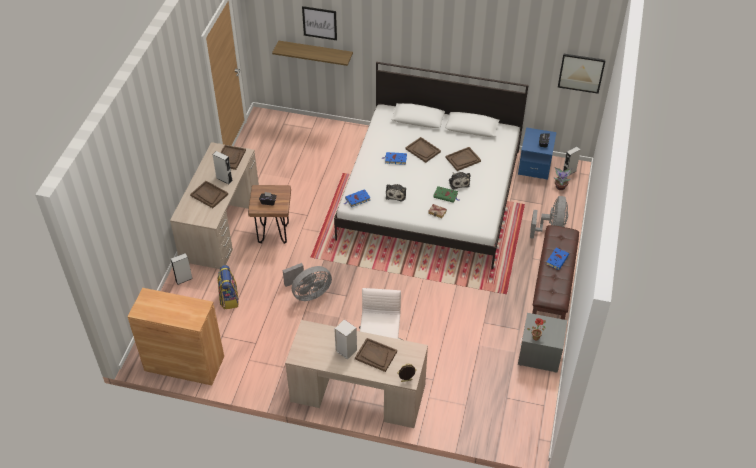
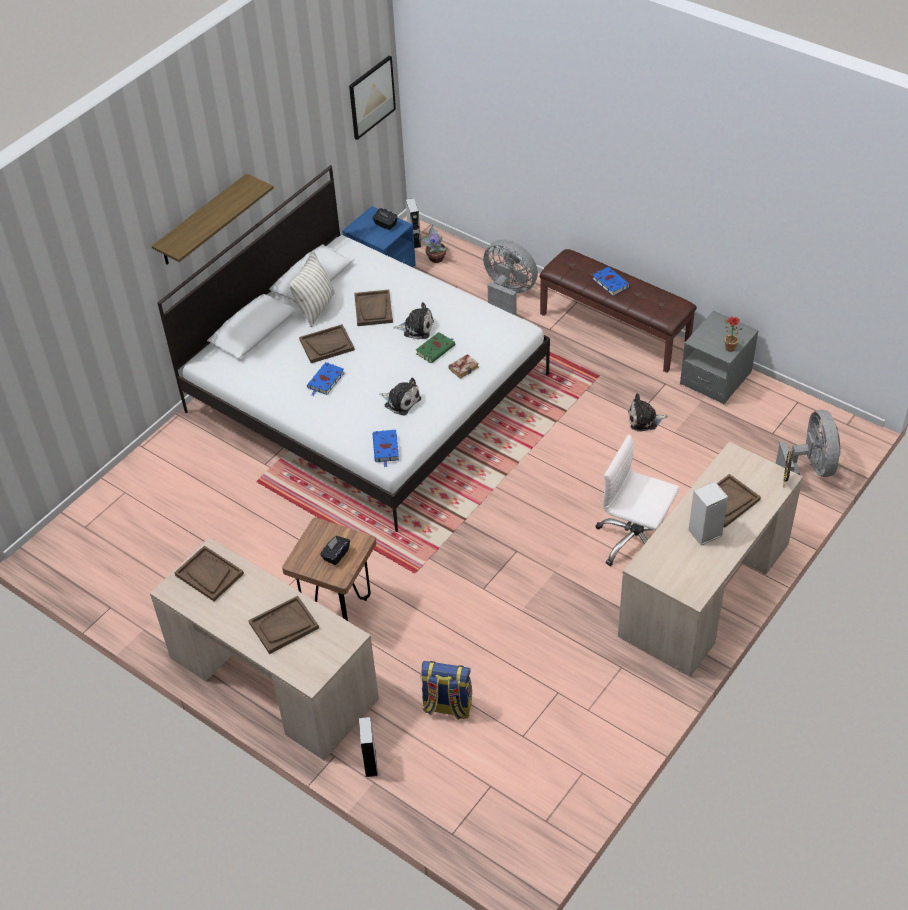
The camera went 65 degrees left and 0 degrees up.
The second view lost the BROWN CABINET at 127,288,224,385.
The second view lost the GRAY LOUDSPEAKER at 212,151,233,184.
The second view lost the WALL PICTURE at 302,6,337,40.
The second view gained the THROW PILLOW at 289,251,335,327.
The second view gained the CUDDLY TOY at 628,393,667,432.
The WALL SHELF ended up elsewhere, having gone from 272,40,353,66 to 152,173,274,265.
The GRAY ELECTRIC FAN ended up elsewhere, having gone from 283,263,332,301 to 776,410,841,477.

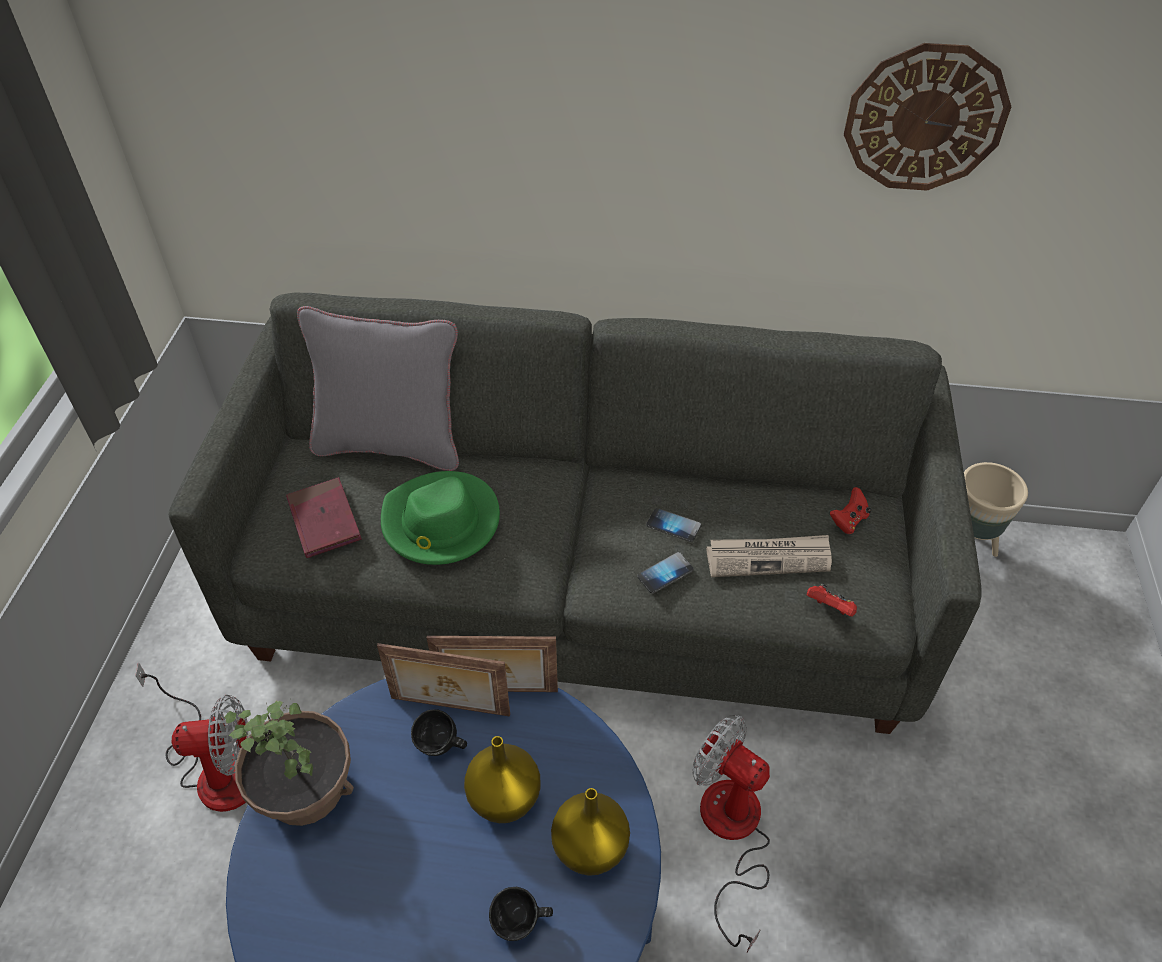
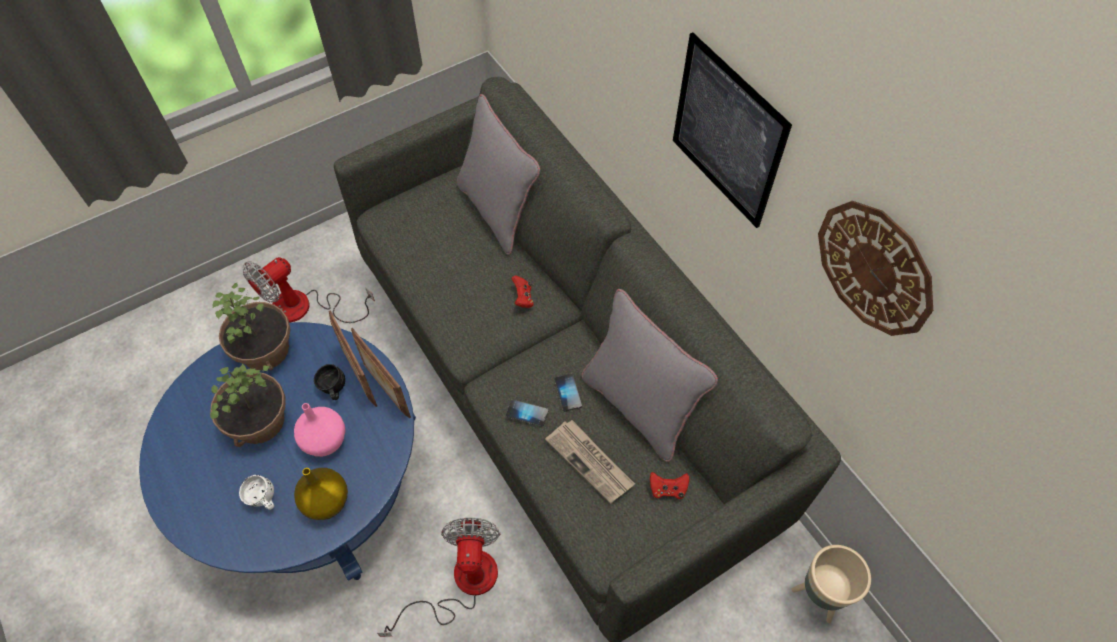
The camera went 50 degrees right and 10 degrees up.
The second view lost the RED BOOK at 286,477,362,558.
The second view lost the GREEN CLOTHING HAT at 381,471,500,565.
The second view gained the HOUSEPLANT at 210,363,286,447.
The second view gained the GRAY THROW PILLOW at 581,289,718,462.
The second view gained the WALL PICTURE at 673,33,792,228.
The RED GAME CONTROLLER ended up elsewhere, having gone from 807,584,857,617 to 511,275,534,308.
What was the YELLOW-COLOURED DECORATIVE VASE at 464,736,541,823 turned into the PINKISH DECORATIVE VASE at 294,403,345,457.
What was the BLACK TEA MUG at 489,887,553,941 turned into the WHITISH TEA MUG at 239,475,274,510.
The ELECTRIC FAN at 135,662,248,812 ended up facing another way, 90 degrees clockwise from before.

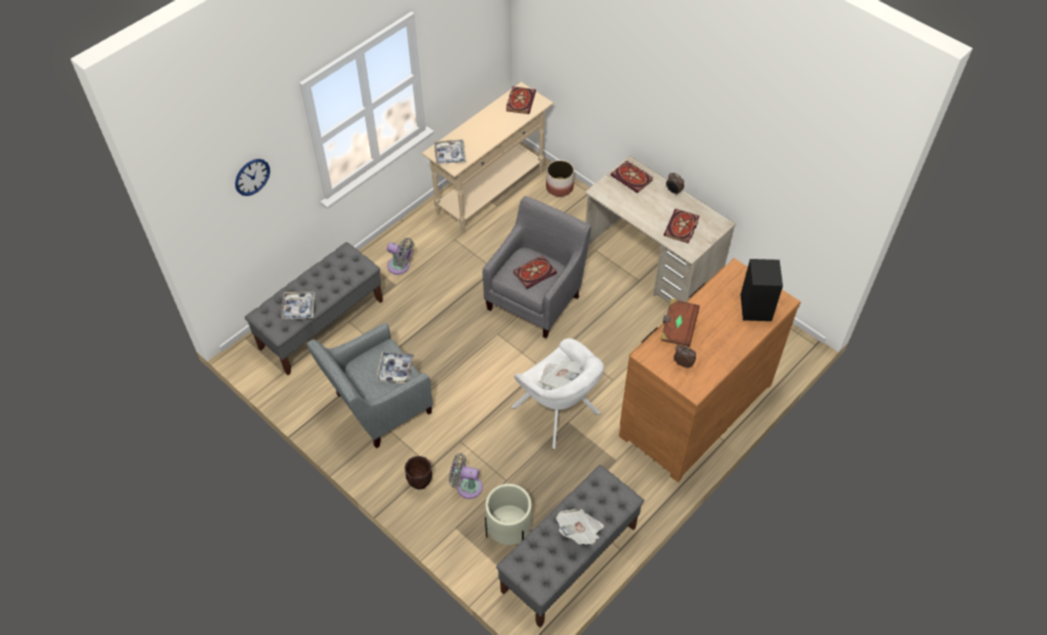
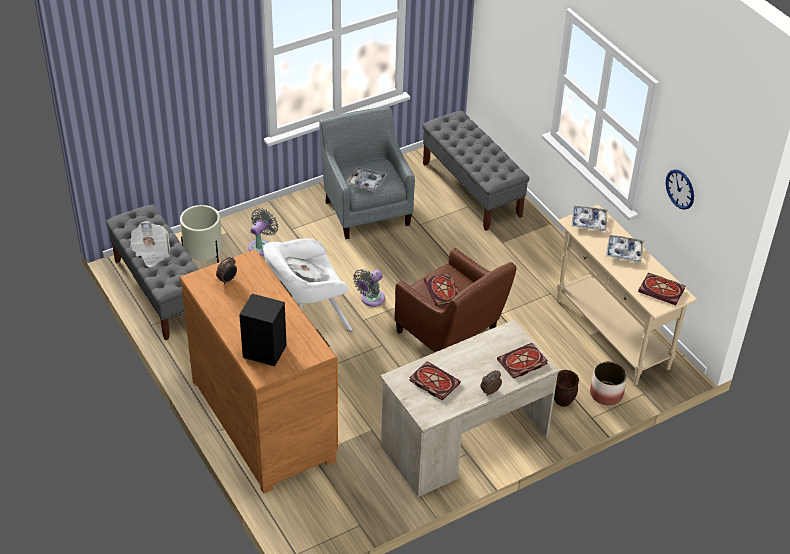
The camera went 105 degrees right and 10 degrees down.
The second view lost the BROWN BOOK at 661,298,700,347.
The CLOCK ON THE WALL ended up elsewhere, having gone from 235,159,270,196 to 666,169,694,210.
The TRAY ended up elsewhere, having gone from 281,292,315,319 to 606,235,645,263.
The GRAY ELECTRIC FAN ended up elsewhere, having gone from 387,238,414,275 to 353,269,385,307.
The BROWN PLANT POT ended up elsewhere, having gone from 405,456,432,490 to 554,370,579,407.
What was the GRAY ARMCHAIR at 482,196,591,338 turned into the BROWN ARMCHAIR at 394,248,517,352.

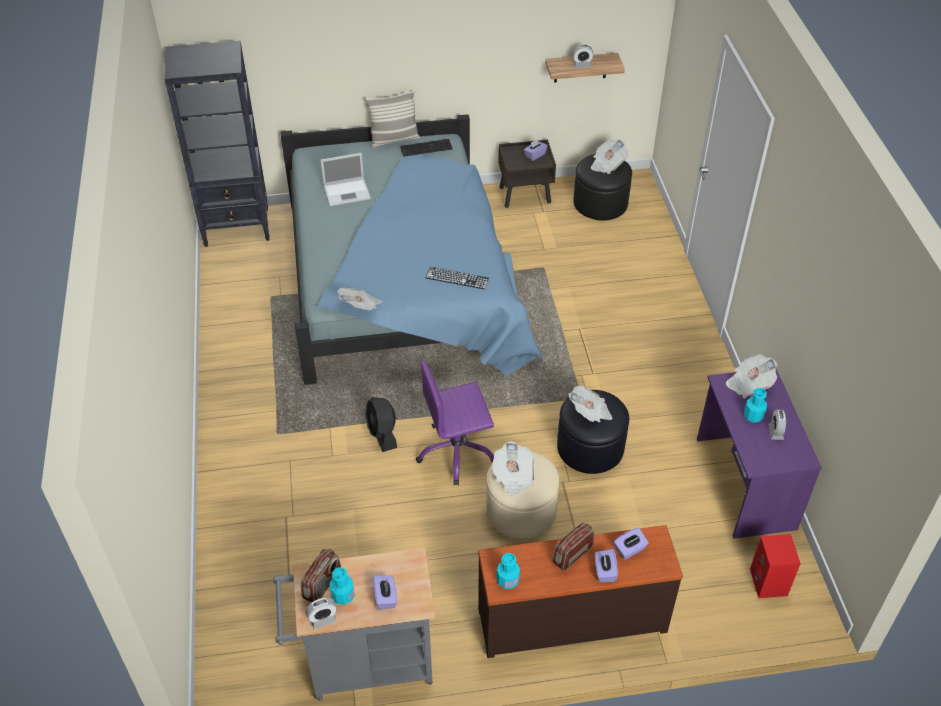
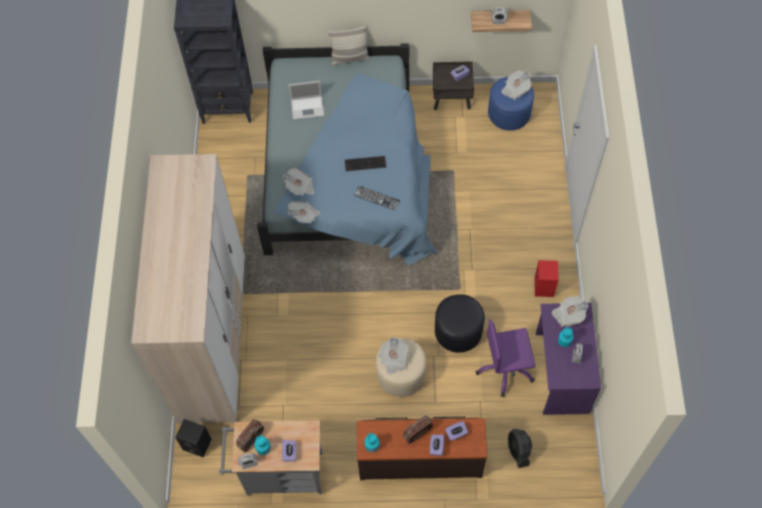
The camera went 10 degrees right and 15 degrees up.
The second view gained the WARDROBE at 131,154,245,424.
The second view gained the BLACK LOUDSPEAKER at 175,419,212,457.
The BLACK ELECTRIC FAN ended up elsewhere, having gone from 365,397,397,452 to 508,429,532,468.
The PC KEYBOARD ended up elsewhere, having gone from 400,139,453,157 to 345,156,386,171.
The PURPLE COMPUTER CHAIR ended up elsewhere, having gone from 416,361,494,485 to 475,319,536,397.
The NEWSPAPER ended up elsewhere, having gone from 569,386,613,422 to 283,168,314,196.
The RED LOUDSPEAKER ended up elsewhere, having gone from 750,534,801,598 to 535,260,559,297.
What was the BLACK FOOTREST at 574,154,632,221 turned into the BLUE FOOTREST at 488,77,534,131.

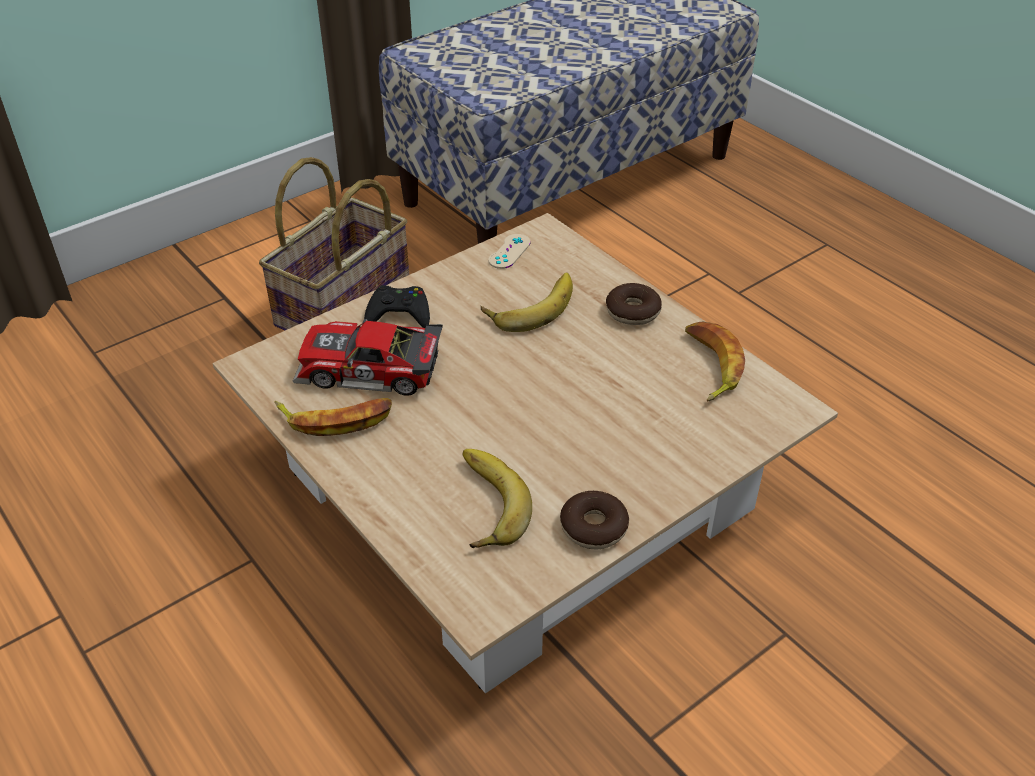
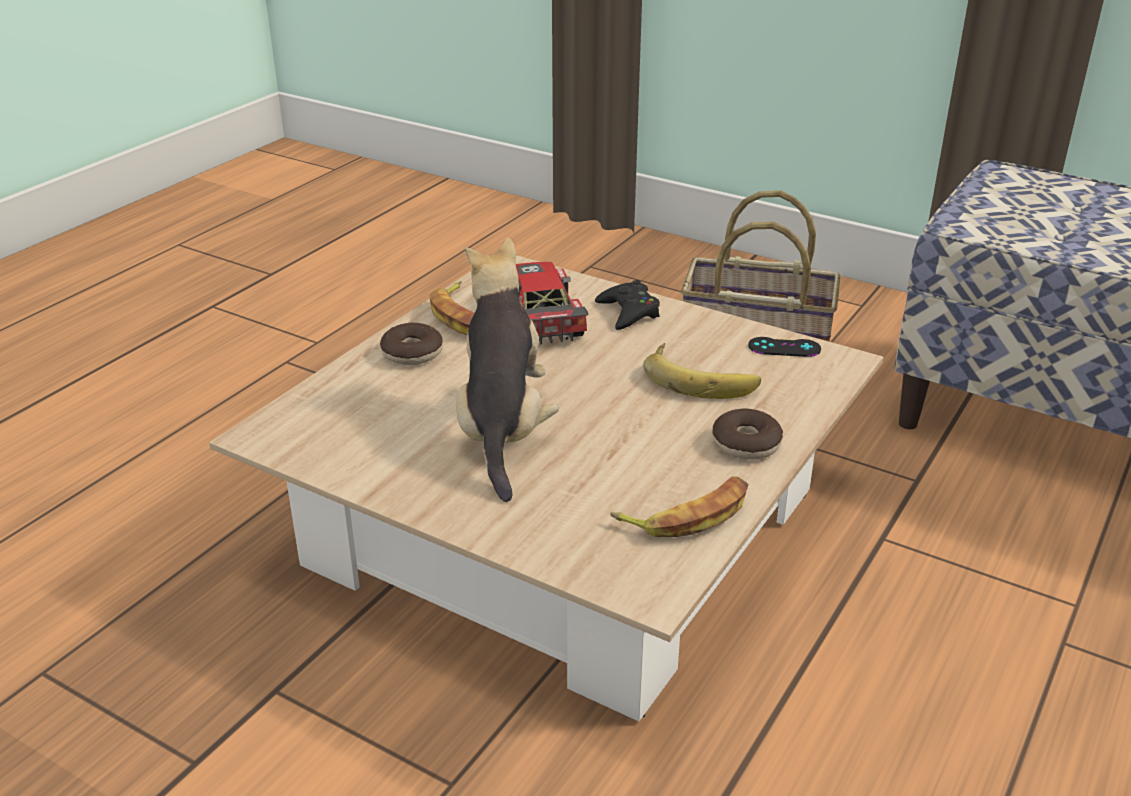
The camera went 70 degrees right and 10 degrees down.
The second view lost the BANANA FRUIT at 463,449,532,548.
The second view gained the CUDDLY TOY at 456,238,559,502.
The DONUT ended up elsewhere, having gone from 560,491,629,550 to 380,323,443,365.
What was the SAND-COLOURED GAME CONTROLLER at 488,234,530,269 turned into the BLACK GAME CONTROLLER at 748,337,821,357.

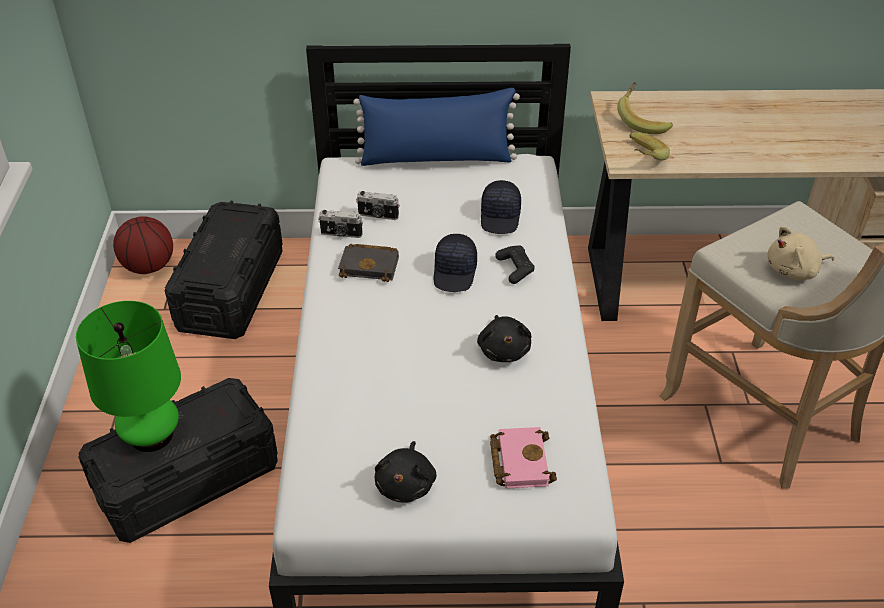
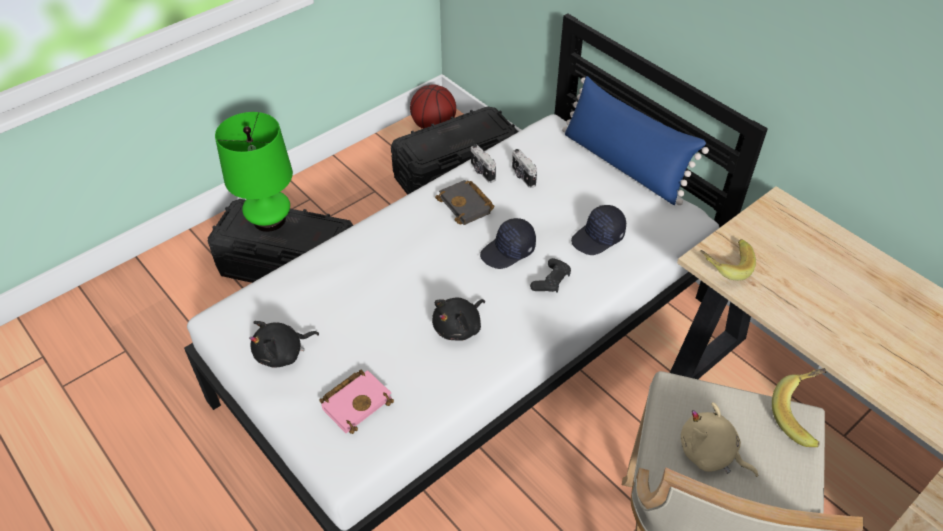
The camera went 50 degrees right and 5 degrees up.
The BANANA FRUIT ended up elsewhere, having gone from 617,82,673,134 to 772,368,826,447.

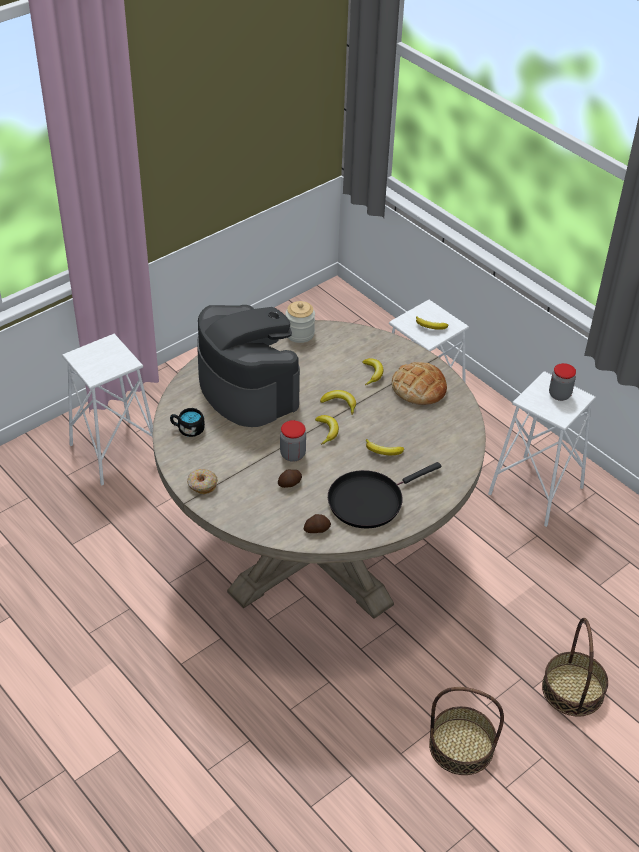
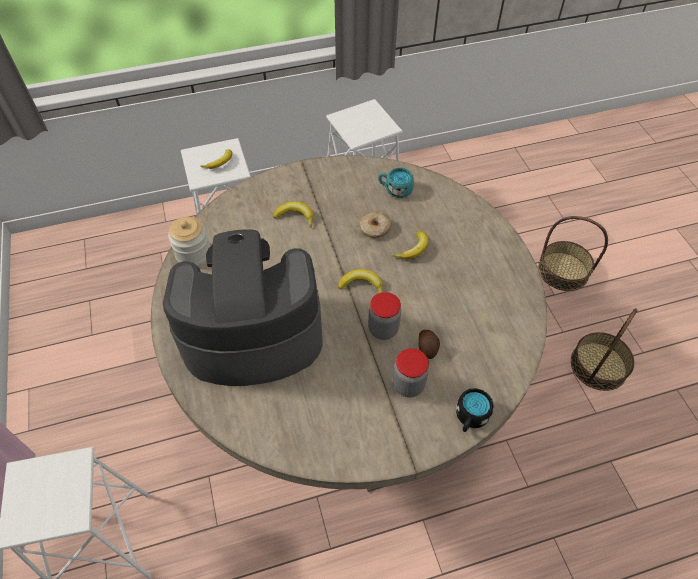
The camera went 65 degrees left and 10 degrees up.
The second view lost the POTATO at 304,514,331,533.
The second view lost the BANANA FRUIT at 320,390,356,415.
The second view lost the BLACK FRYING PAN at 328,462,441,529.
The second view lost the BAKED BREAD at 392,362,447,405.
The second view gained the TURQUOISE TEA MUG at 378,168,414,198.
The BLACK TEA MUG ended up elsewhere, having gone from 170,408,205,437 to 456,388,494,432.
The DONUT ended up elsewhere, having gone from 187,469,218,495 to 360,211,392,238.
The PRESERVE JAR ended up elsewhere, having gone from 549,363,576,401 to 393,348,429,397.

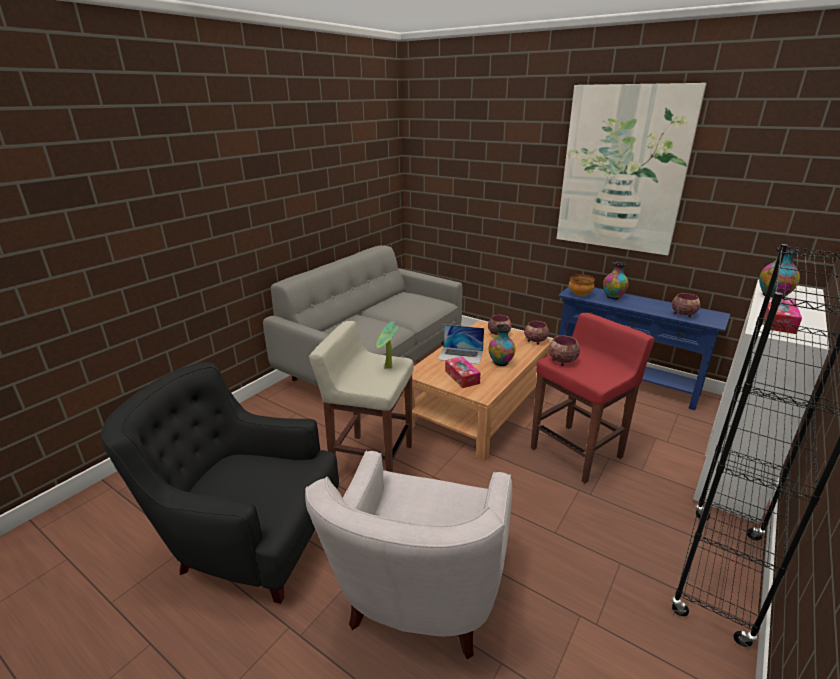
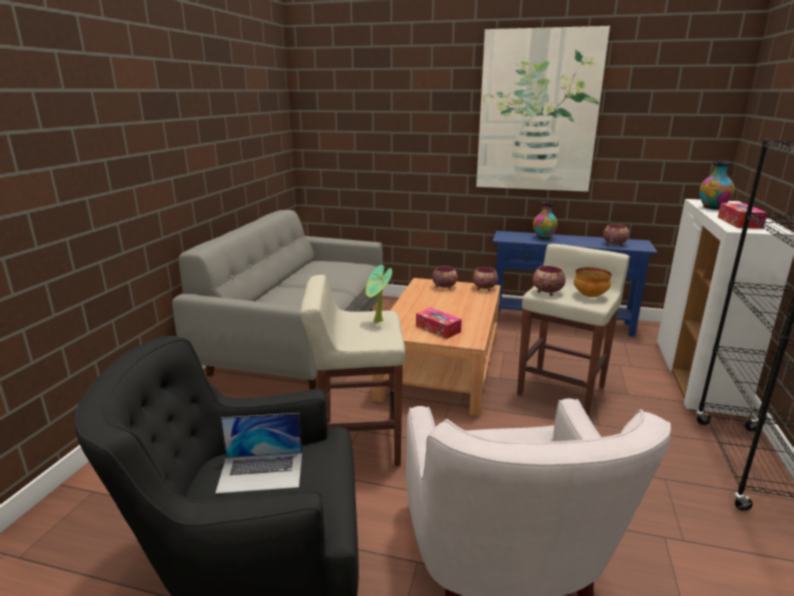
The camera went 20 degrees left and 5 degrees down.
The second view lost the DECORATIVE VASE at 489,324,515,366.
The LAPTOP ended up elsewhere, having gone from 438,324,484,364 to 215,413,302,494.
The BOWL ended up elsewhere, having gone from 568,274,595,296 to 574,267,612,297.
What was the RED STOOL at 531,313,655,484 turned into the SAND-COLOURED STOOL at 517,244,630,416.

